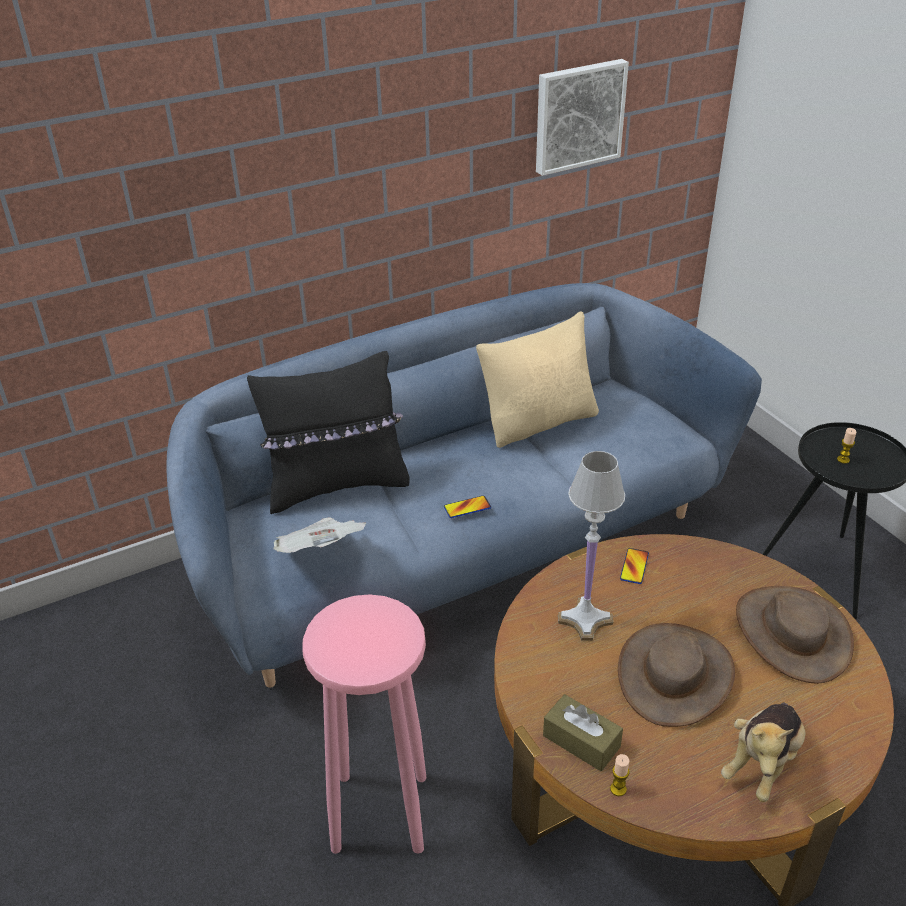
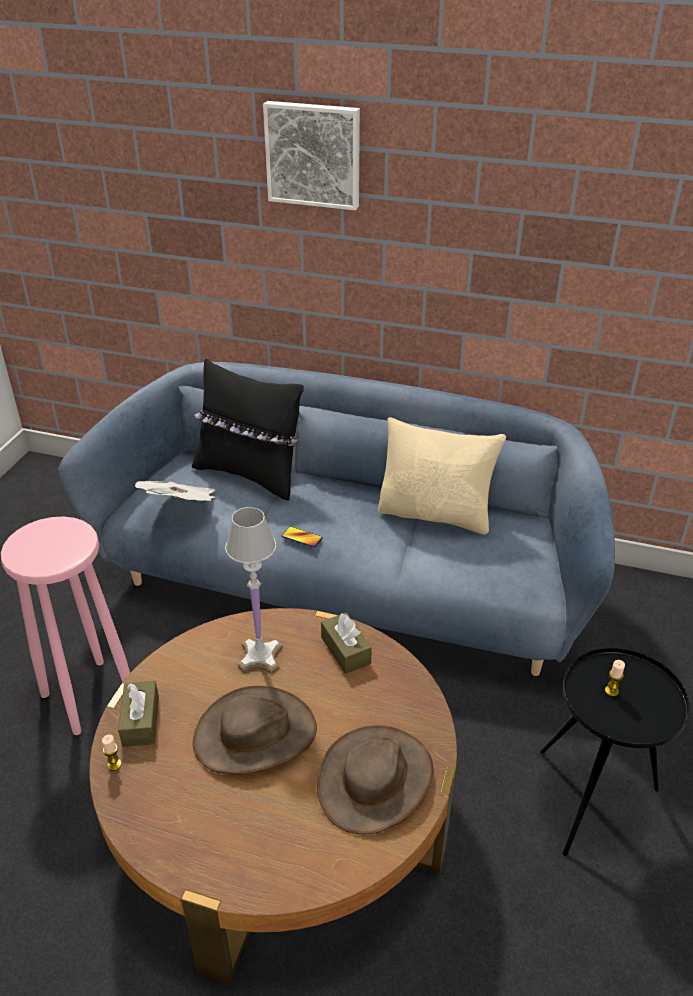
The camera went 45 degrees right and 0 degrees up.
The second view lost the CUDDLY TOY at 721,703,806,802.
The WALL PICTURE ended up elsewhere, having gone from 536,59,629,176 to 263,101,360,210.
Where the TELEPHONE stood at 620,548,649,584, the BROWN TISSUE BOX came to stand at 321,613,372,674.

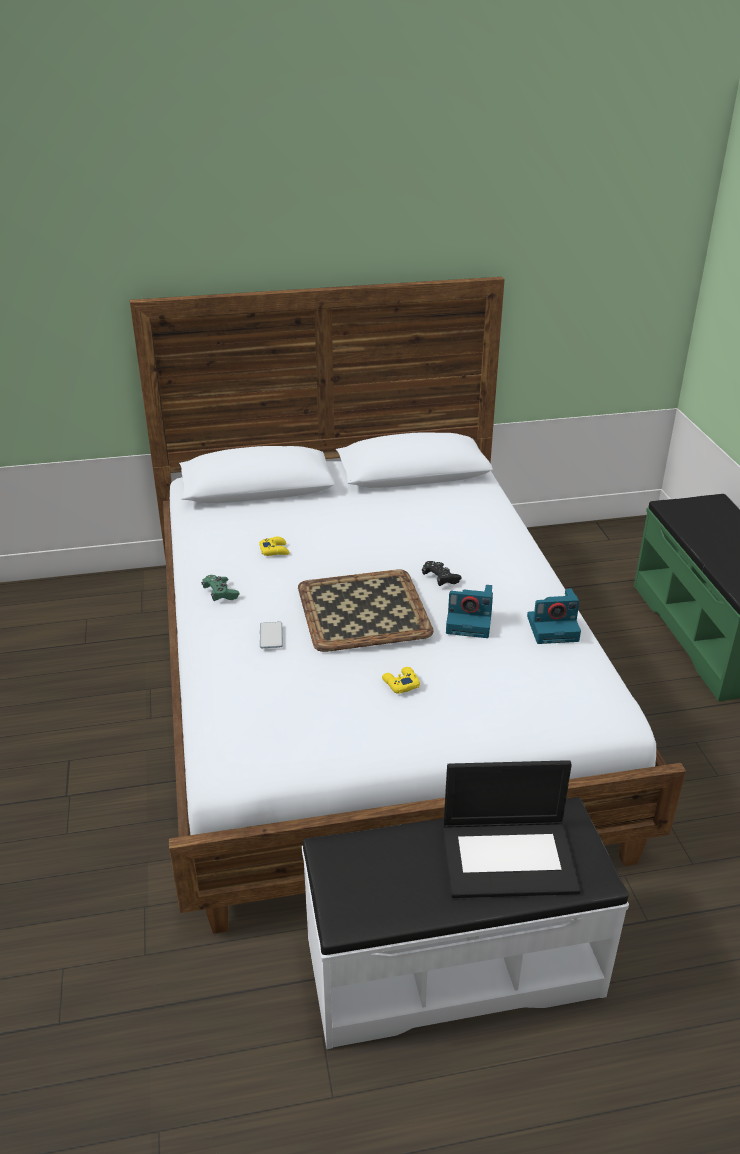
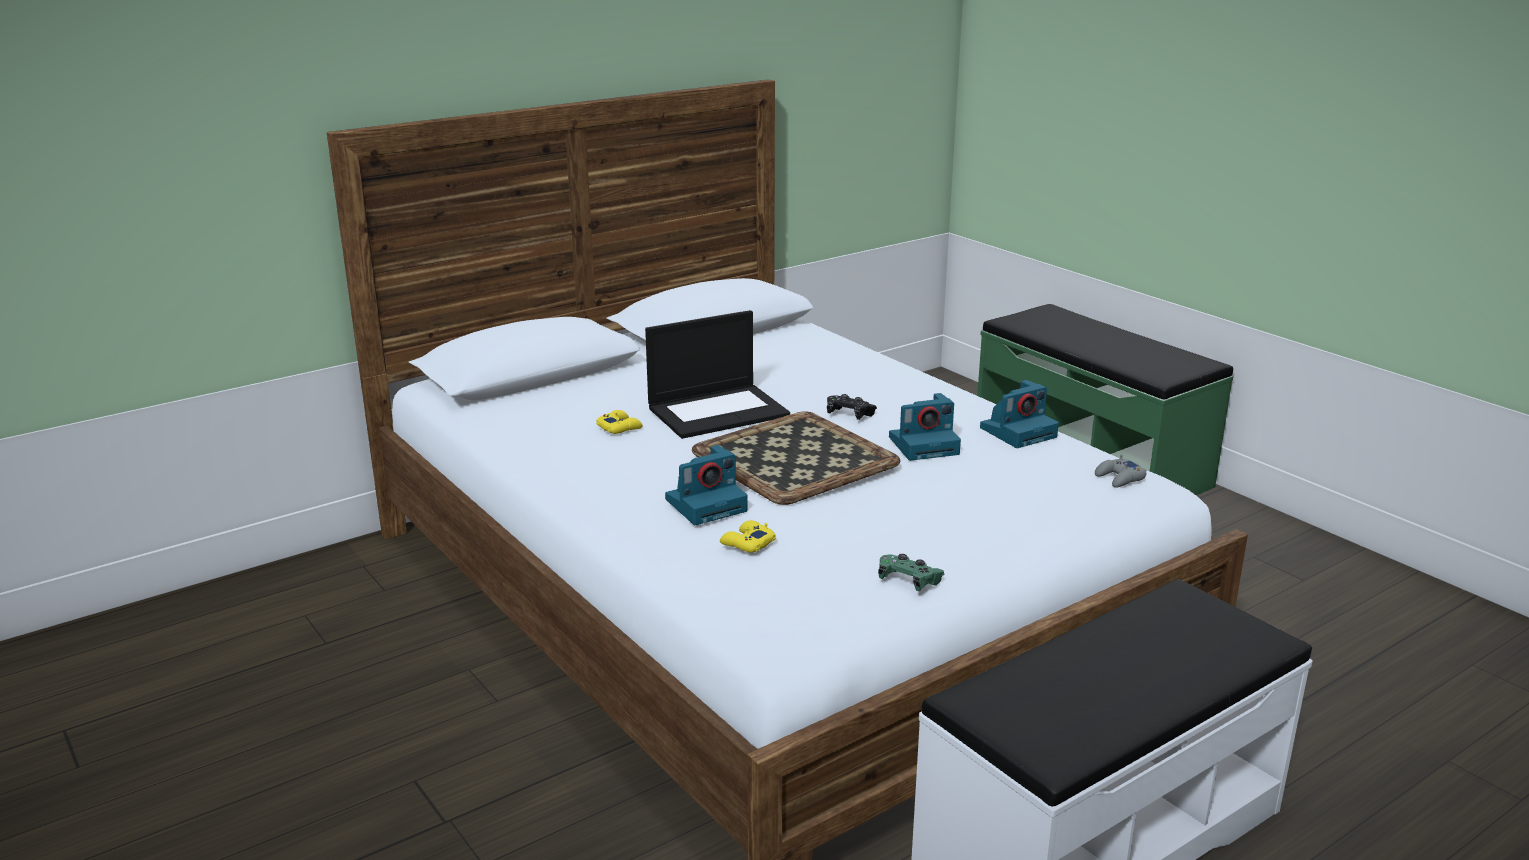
The camera went 25 degrees left and 10 degrees down.
The second view gained the GRAY GAME CONTROLLER at 1095,455,1147,488.
The GREEN GAME CONTROLLER ended up elsewhere, having gone from 201,575,240,601 to 878,554,945,592.
The YELLOW-COLOURED GAME CONTROLLER ended up elsewhere, having gone from 382,667,420,694 to 720,520,776,553.
The LAPTOP ended up elsewhere, having gone from 443,760,581,898 to 645,310,790,439.
Where the TELEPHONE stood at 260,622,283,648, the PHOTO CAMERA came to stand at 665,445,747,525.

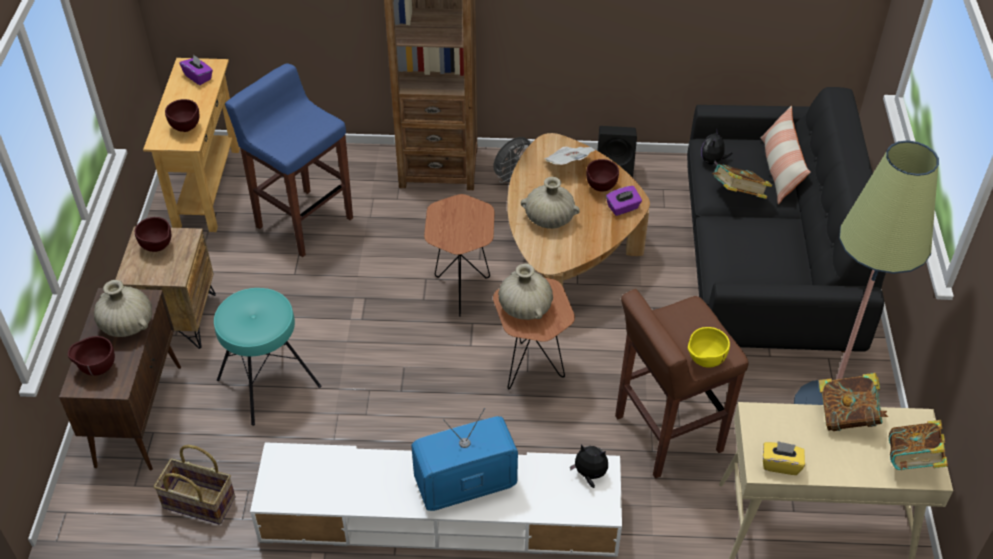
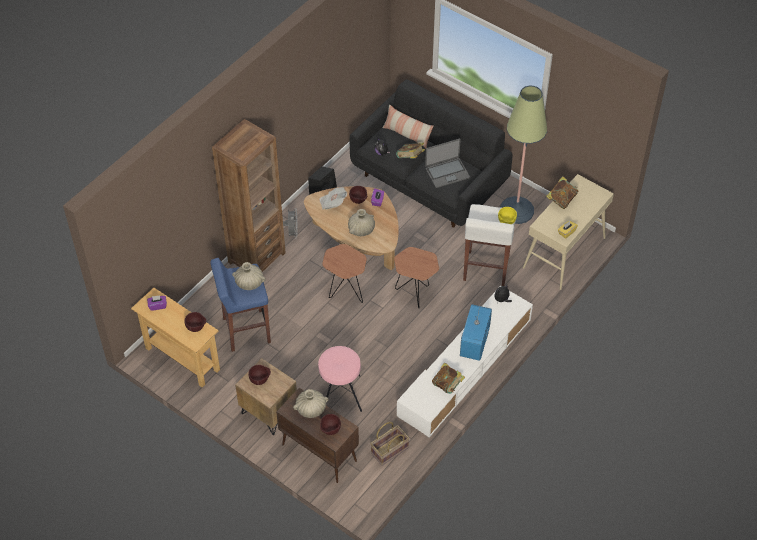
The camera went 55 degrees left and 5 degrees up.
The second view gained the LAPTOP at 425,139,470,188.
The SAND-COLOURED DECORATIVE VASE ended up elsewhere, having gone from 498,263,553,320 to 232,262,266,290.
The BOOK ended up elsewhere, having gone from 889,420,948,470 to 432,363,465,394.
What was the TURQUOISE STOOL at 214,288,321,426 turned into the PINKISH STOOL at 318,346,362,412.
What was the BROWN STOOL at 615,289,748,479 turned into the WHITISH STOOL at 463,204,516,286.

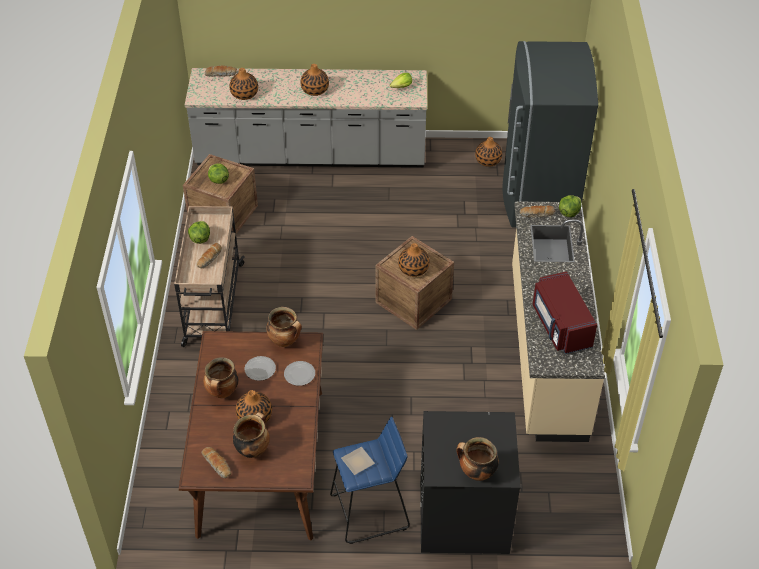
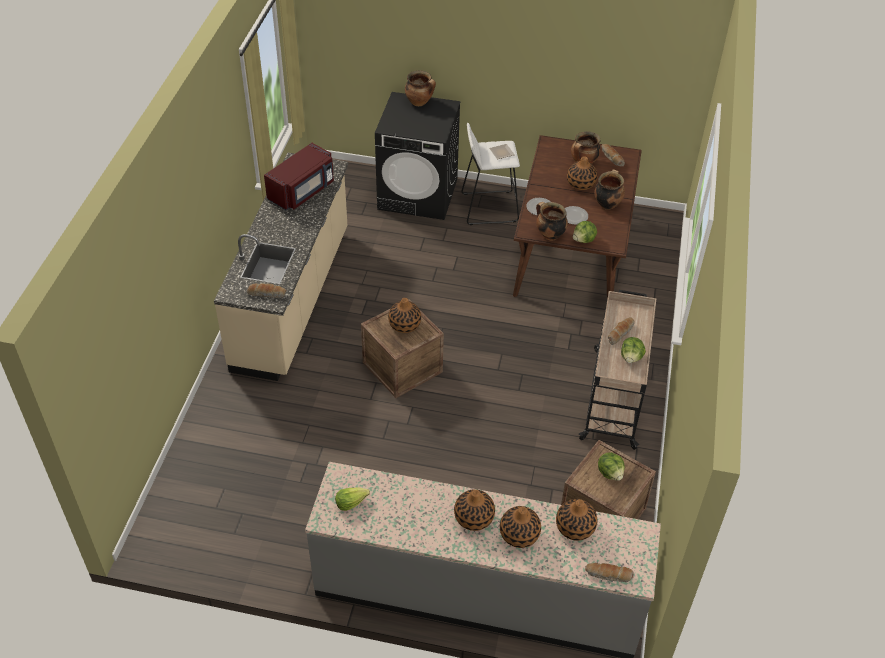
The camera went 170 degrees left and 0 degrees up.
The second view lost the GRAY REFRIGERATOR at 502,41,598,227.
The DECORATIVE VASE ended up elsewhere, having gone from 475,137,502,167 to 500,506,541,548.
The HEAD OF LETTUCE ended up elsewhere, having gone from 559,195,581,217 to 573,221,597,243.
What was the BLUE STOOL at 330,417,410,544 turned into the WHITISH STOOL at 461,123,520,225.
The RED KITCHEN MICROWAVE at 533,271,597,354 ended up facing another way, 45 degrees clockwise from before.

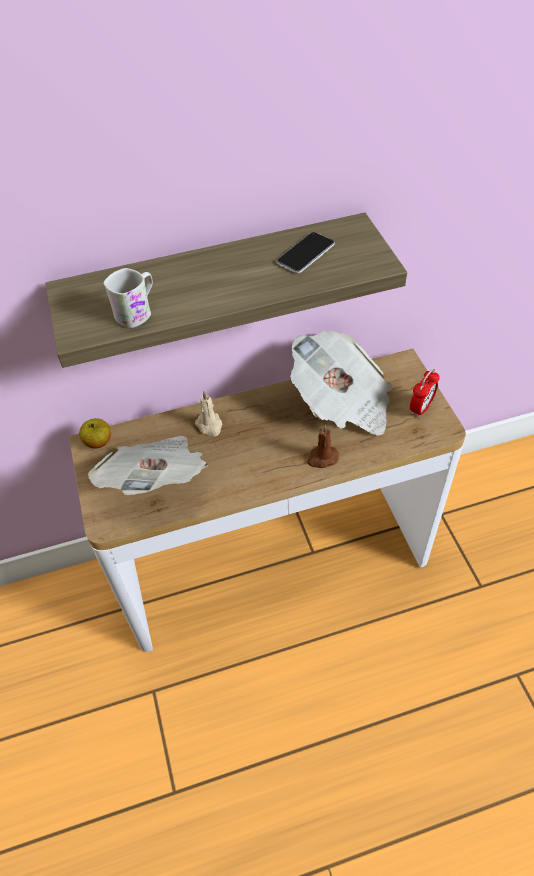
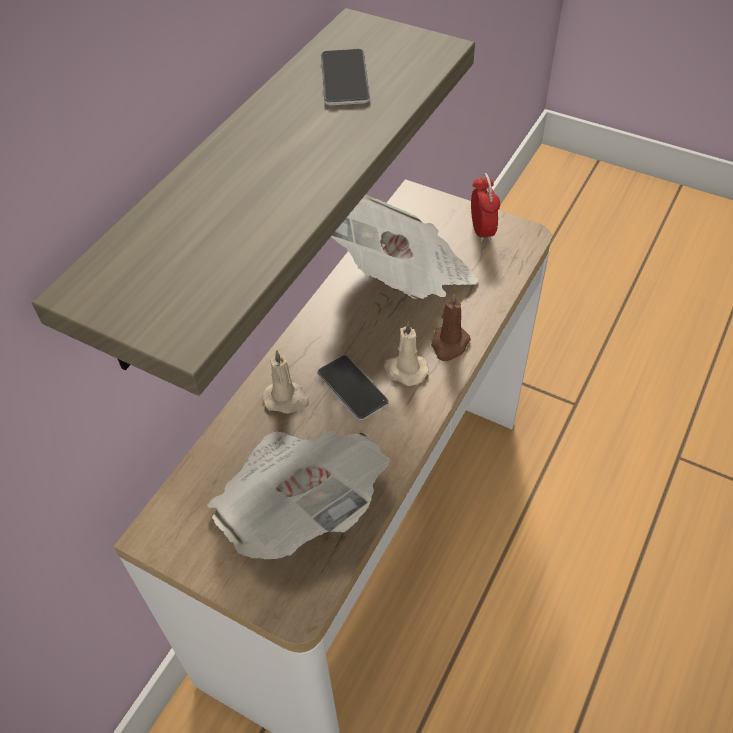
The camera went 45 degrees left and 0 degrees up.
The second view lost the WHOLE APPLE at 79,418,111,449.
The second view lost the WHITISH TEA MUG at 103,268,153,328.
The second view gained the TELEPHONE at 317,355,389,420.
The second view gained the SAND-COLOURED CANDLE at 384,321,429,386.

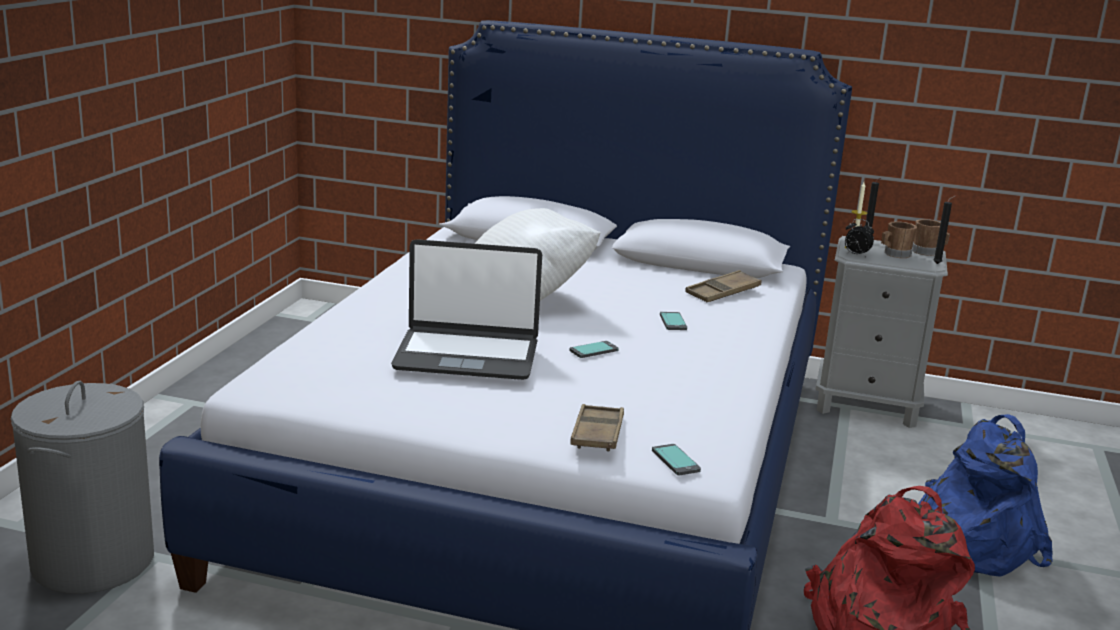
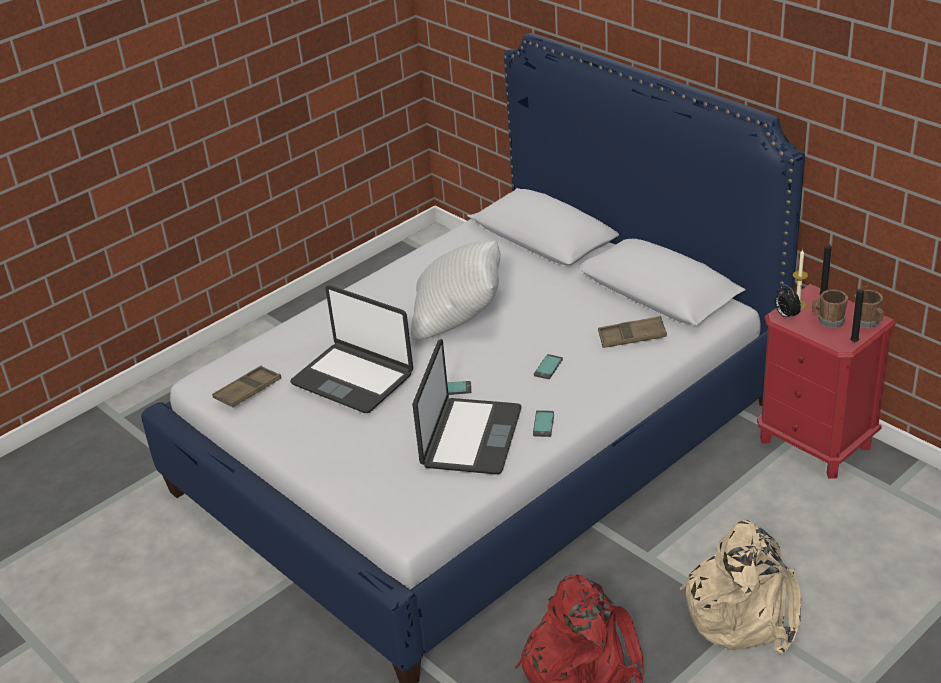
The camera went 35 degrees right and 15 degrees up.
The second view lost the GRAY LAUNDRY BASKET at 11,381,154,594.
The second view gained the LAPTOP at 412,339,522,475.
The BROWN TRAY ended up elsewhere, having gone from 570,404,624,452 to 212,366,281,408.
The TELEPHONE ended up elsewhere, having gone from 652,444,701,475 to 533,410,554,437.
What was the GRAY BEDSIDE TABLE at 816,236,948,428 turned into the RED BEDSIDE TABLE at 757,284,896,479.
What was the BLUE KNAPSACK at 918,414,1053,576 turned into the SAND-COLOURED KNAPSACK at 680,520,801,654.

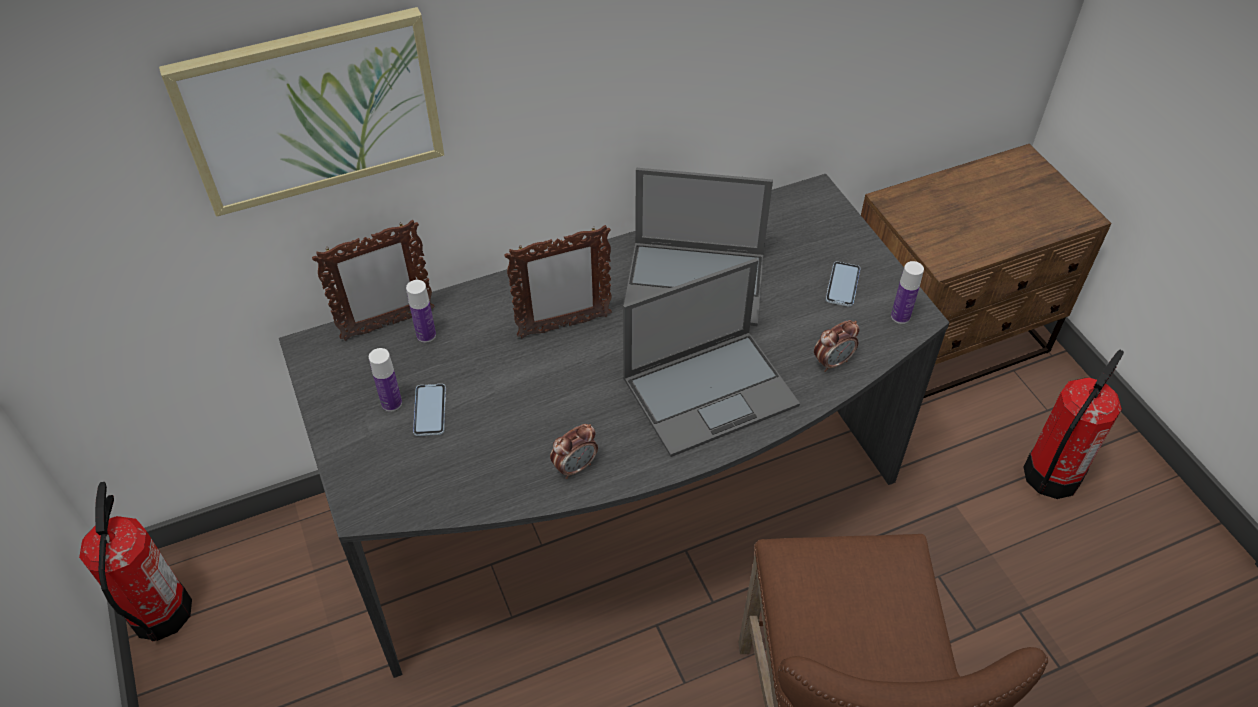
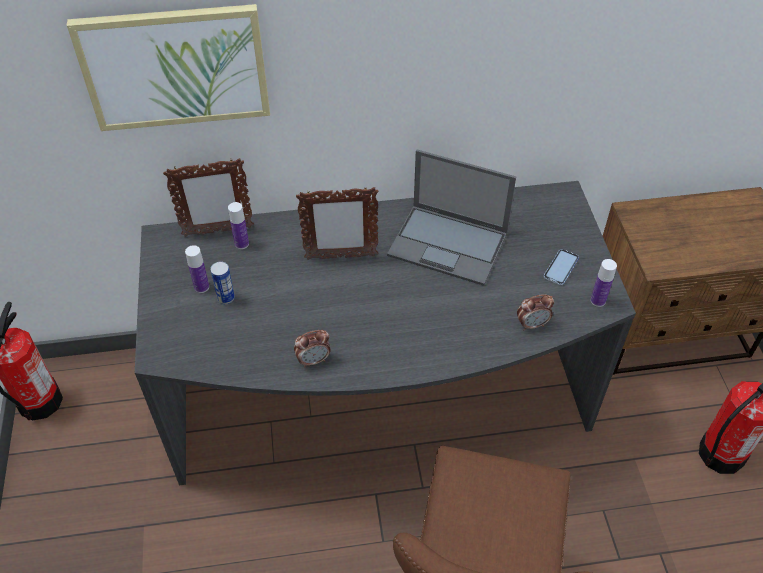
The camera went 15 degrees right and 0 degrees up.
The second view lost the LAPTOP at 623,258,800,457.
Where the TELEPHONE stood at 413,384,446,436, the CAN came to stand at 210,262,235,304.

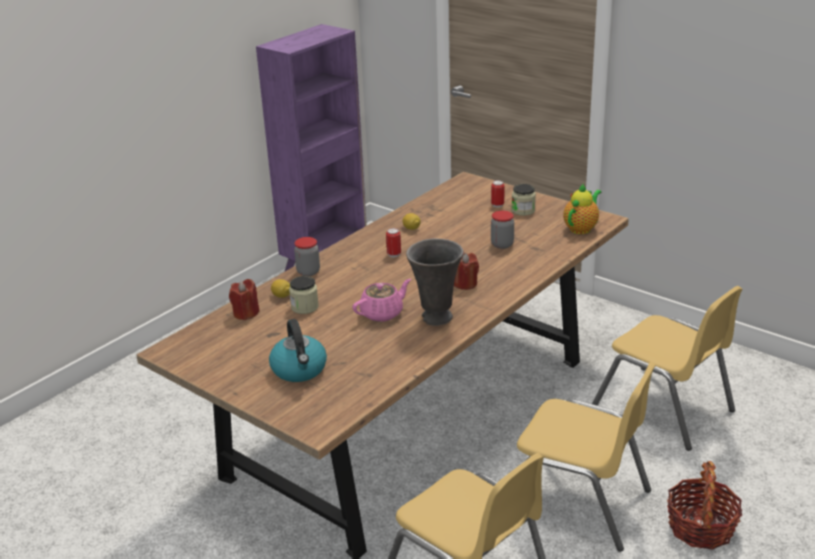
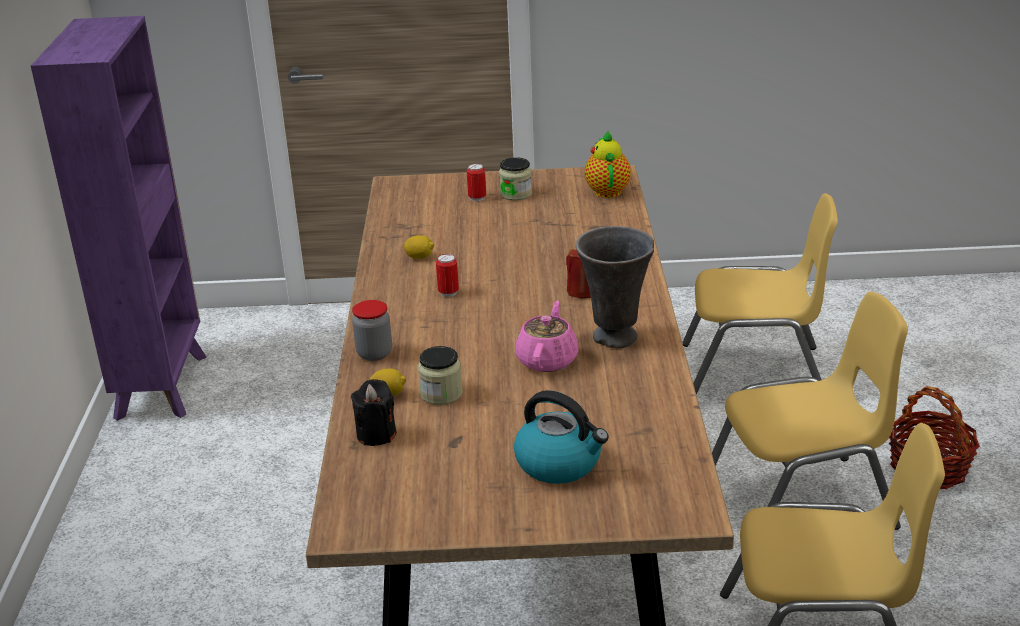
The camera went 40 degrees left and 0 degrees up.
The second view lost the PRESERVE JAR at 491,211,514,249.
What was the RED CANDLE at 229,279,259,320 turned into the BLACK CANDLE at 351,379,396,446.

